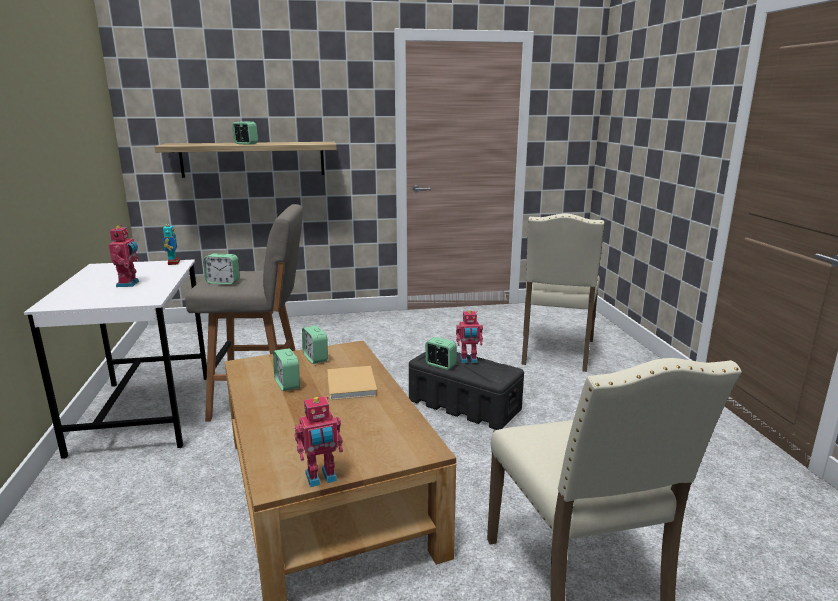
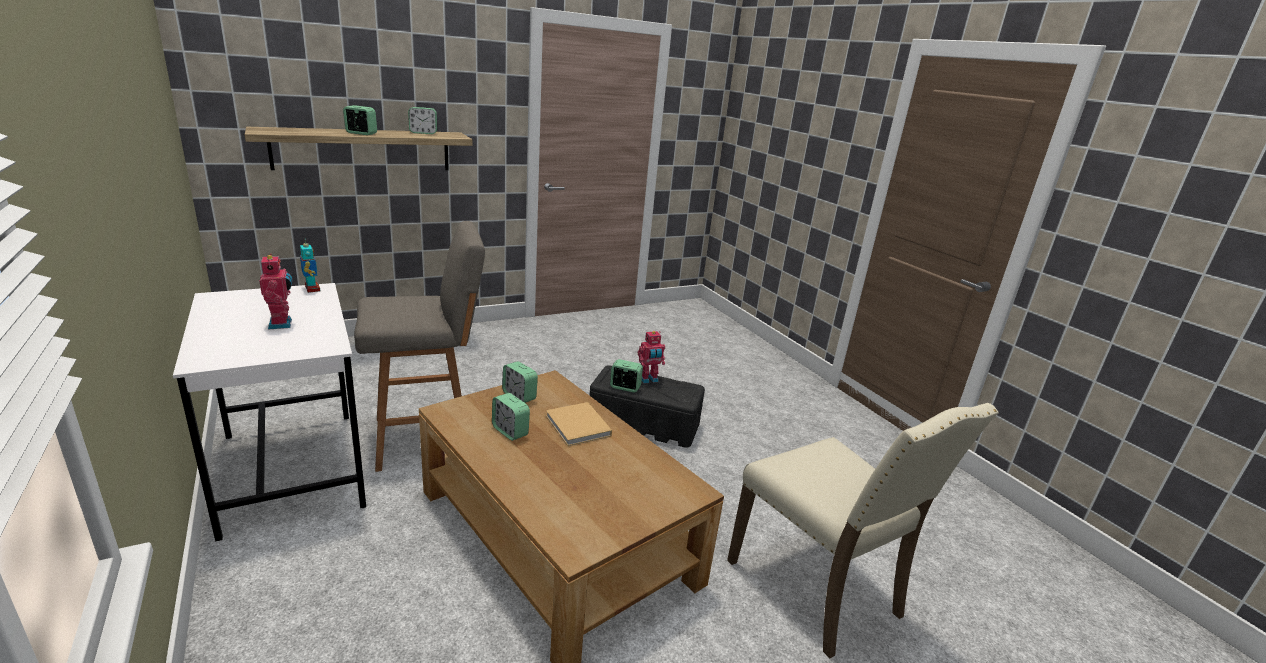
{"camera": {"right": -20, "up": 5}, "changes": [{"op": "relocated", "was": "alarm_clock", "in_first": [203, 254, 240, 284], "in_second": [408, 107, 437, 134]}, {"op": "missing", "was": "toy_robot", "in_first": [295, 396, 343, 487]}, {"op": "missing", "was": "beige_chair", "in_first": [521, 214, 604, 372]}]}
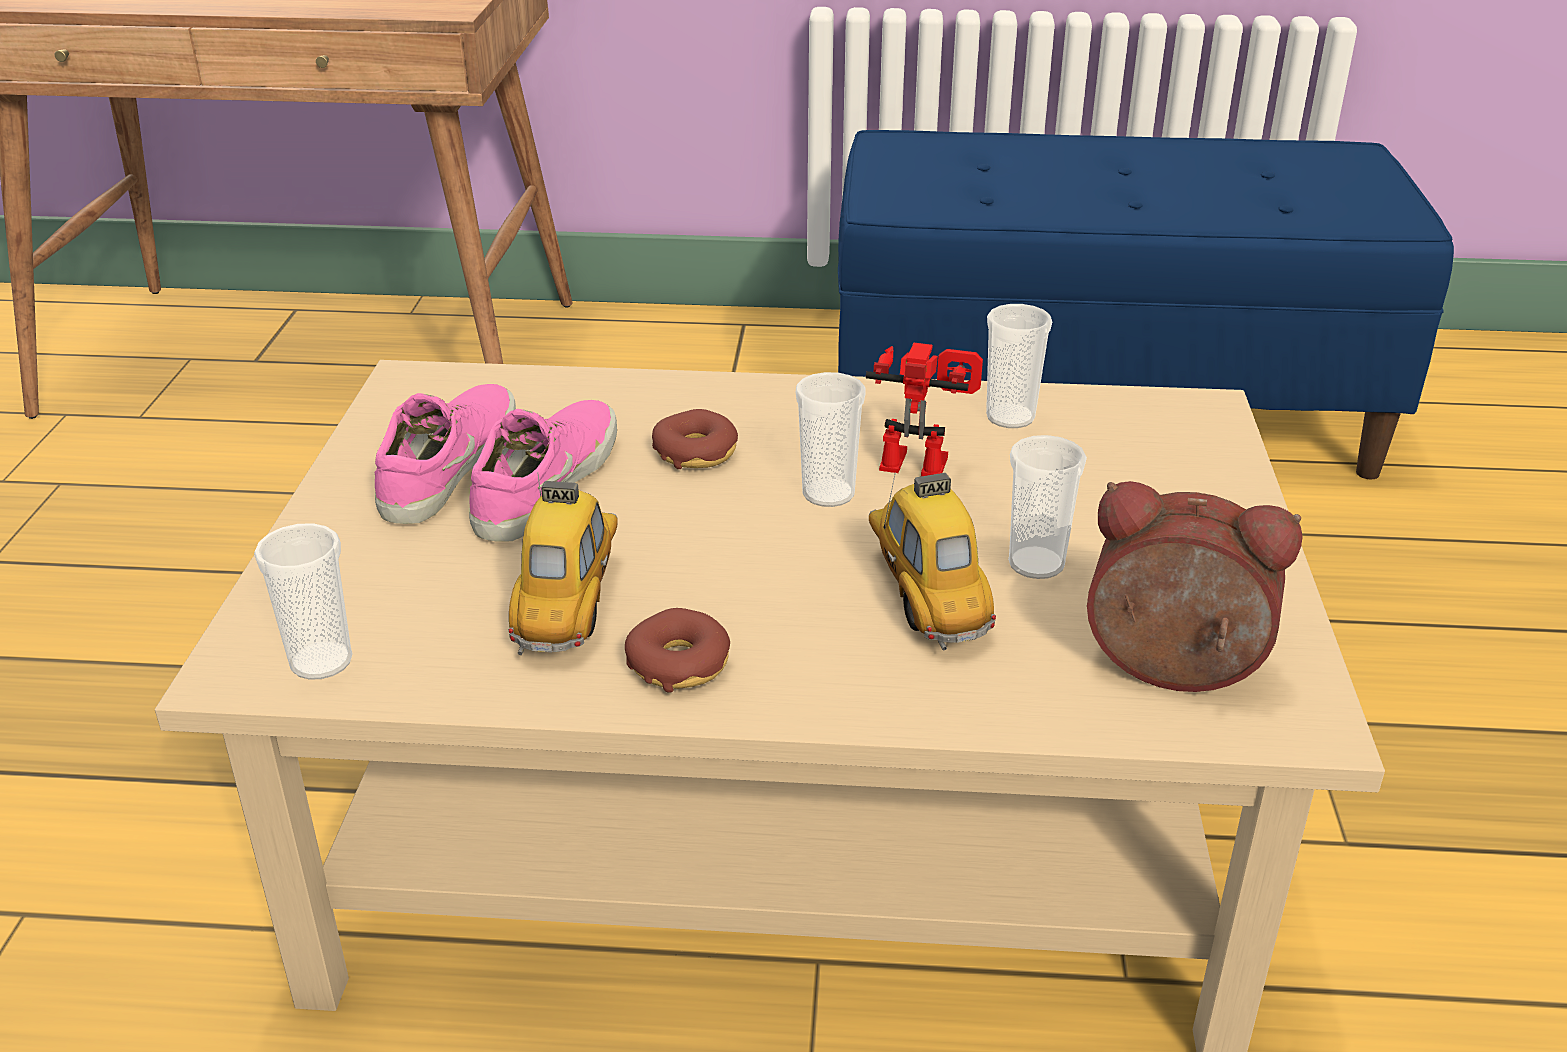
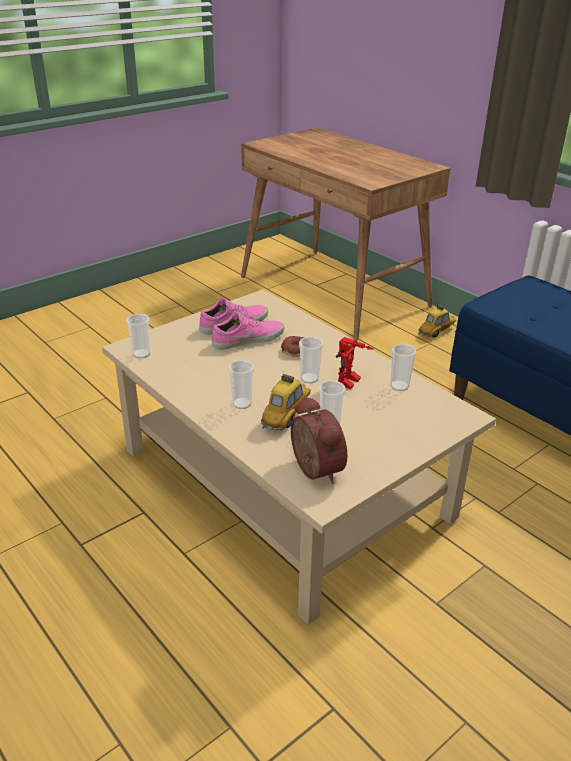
{"camera": {"right": 45, "up": 0}, "changes": [{"op": "appeared", "now": "cup", "in_second": [229, 360, 254, 409]}, {"op": "spun", "was": "toy_robot", "in_first": [866, 343, 983, 476], "in_second": [336, 337, 373, 389], "clockwise": 60}, {"op": "relocated", "was": "toy_car", "in_first": [509, 472, 618, 655], "in_second": [418, 305, 456, 338]}, {"op": "missing", "was": "donut", "in_first": [625, 608, 730, 693]}]}
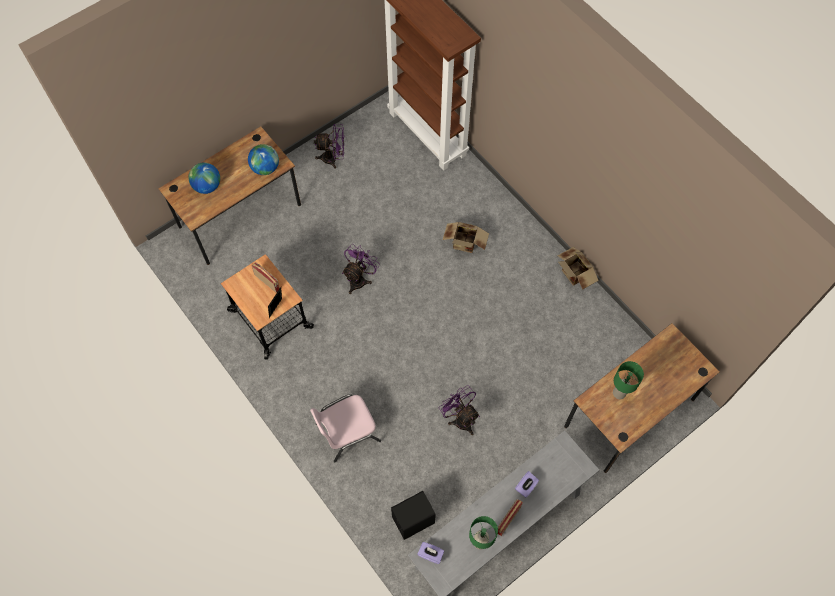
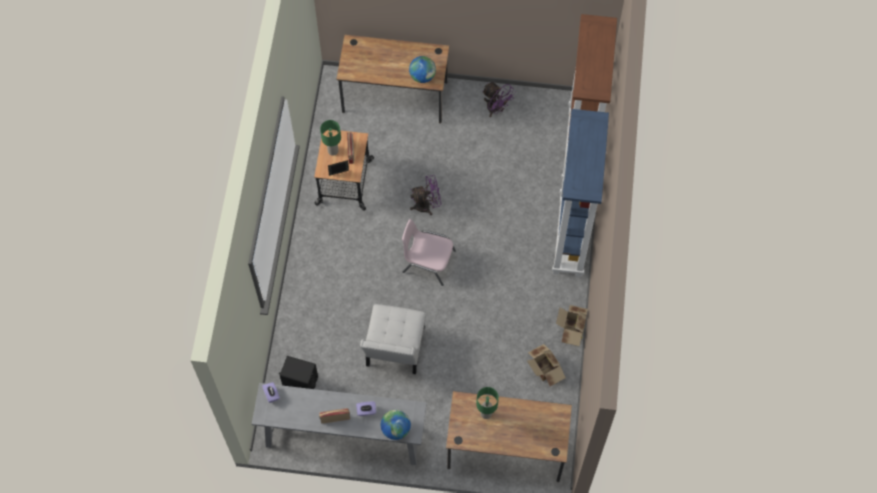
{"camera": {"right": 45, "up": 0}, "changes": [{"op": "relocated", "was": "green_table_lamp", "in_first": [469, 516, 498, 550], "in_second": [320, 120, 341, 156]}, {"op": "exchanged", "was": "purple_fan", "now": "white_chair", "in_first": [439, 385, 480, 435], "in_second": [360, 304, 426, 374]}, {"op": "relocated", "was": "globe", "in_first": [189, 163, 220, 194], "in_second": [381, 409, 411, 440]}, {"op": "relocated", "was": "pink_chair", "in_first": [310, 394, 381, 462], "in_second": [402, 219, 456, 286]}, {"op": "relocated", "was": "cardboard_box", "in_first": [443, 222, 489, 253], "in_second": [527, 344, 566, 386]}, {"op": "appeared", "now": "blue_bookcase", "in_second": [552, 109, 609, 277]}]}
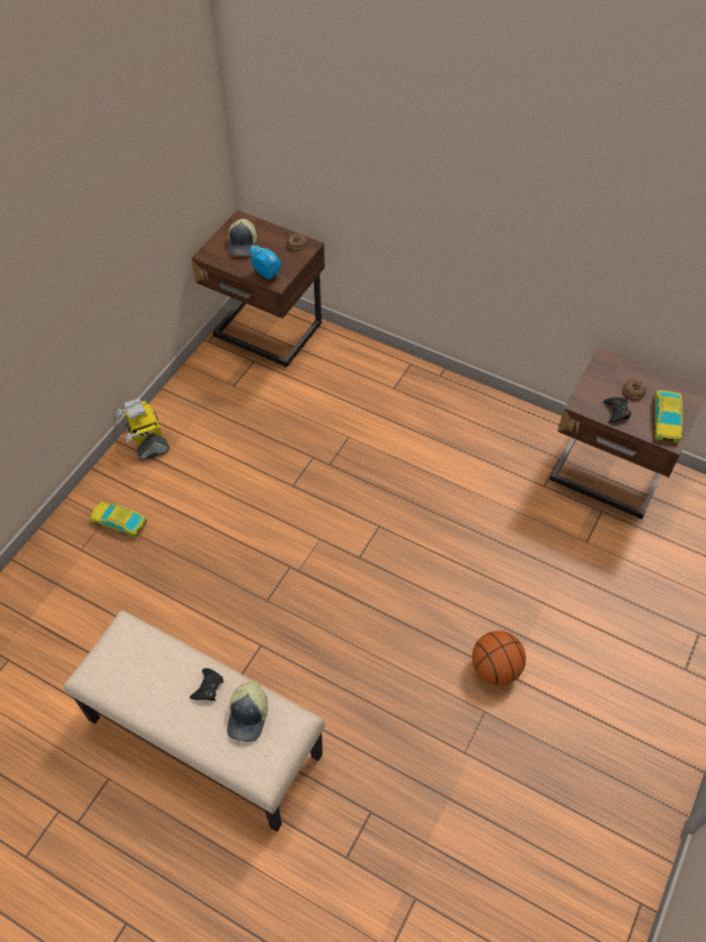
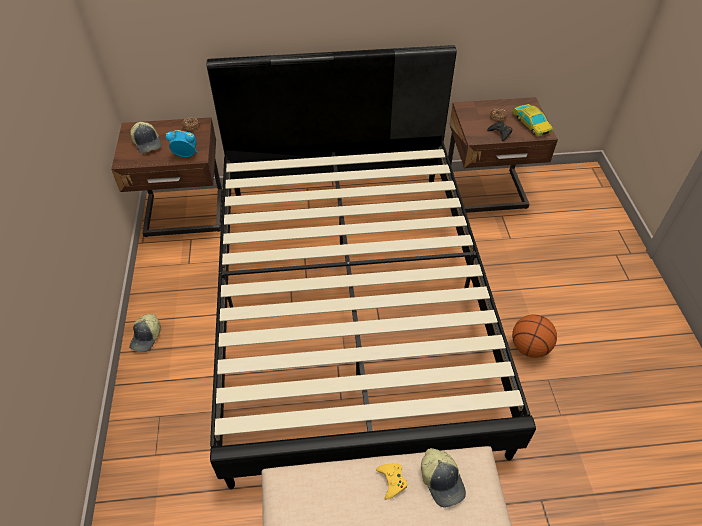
{"camera": {"right": -35, "up": -5}, "changes": [{"op": "exchanged", "was": "toy_robot", "now": "cap", "in_first": [116, 398, 169, 461], "in_second": [129, 314, 161, 352]}, {"op": "appeared", "now": "black_bed", "in_second": [206, 45, 536, 489]}, {"op": "colour", "was": "black_game_controller", "now": "yellow_game_controller", "in_first": [190, 668, 224, 701], "in_second": [376, 464, 407, 499]}, {"op": "missing", "was": "toy_car", "in_first": [90, 502, 147, 538]}]}
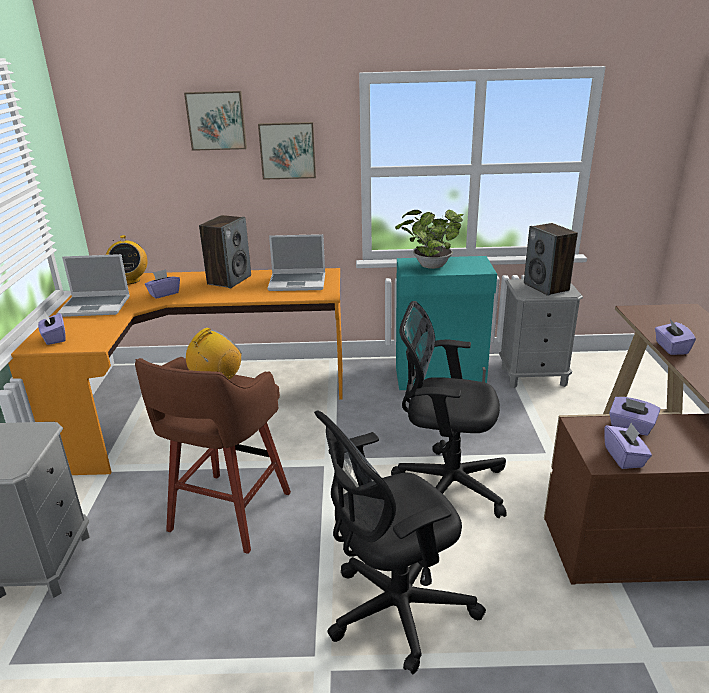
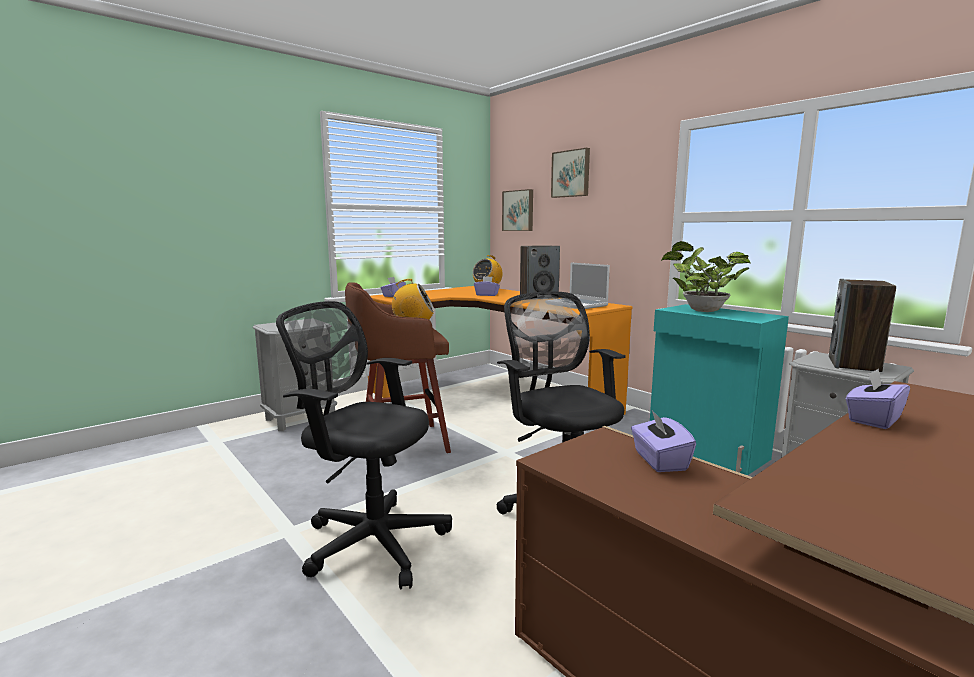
{"camera": {"right": 50, "up": -15}, "changes": [{"op": "relocated", "was": "picture", "in_first": [258, 122, 316, 180], "in_second": [502, 189, 533, 231]}, {"op": "missing", "was": "laptop", "in_first": [56, 254, 130, 317]}, {"op": "missing", "was": "purple_tissue_box", "in_first": [604, 422, 652, 469]}]}
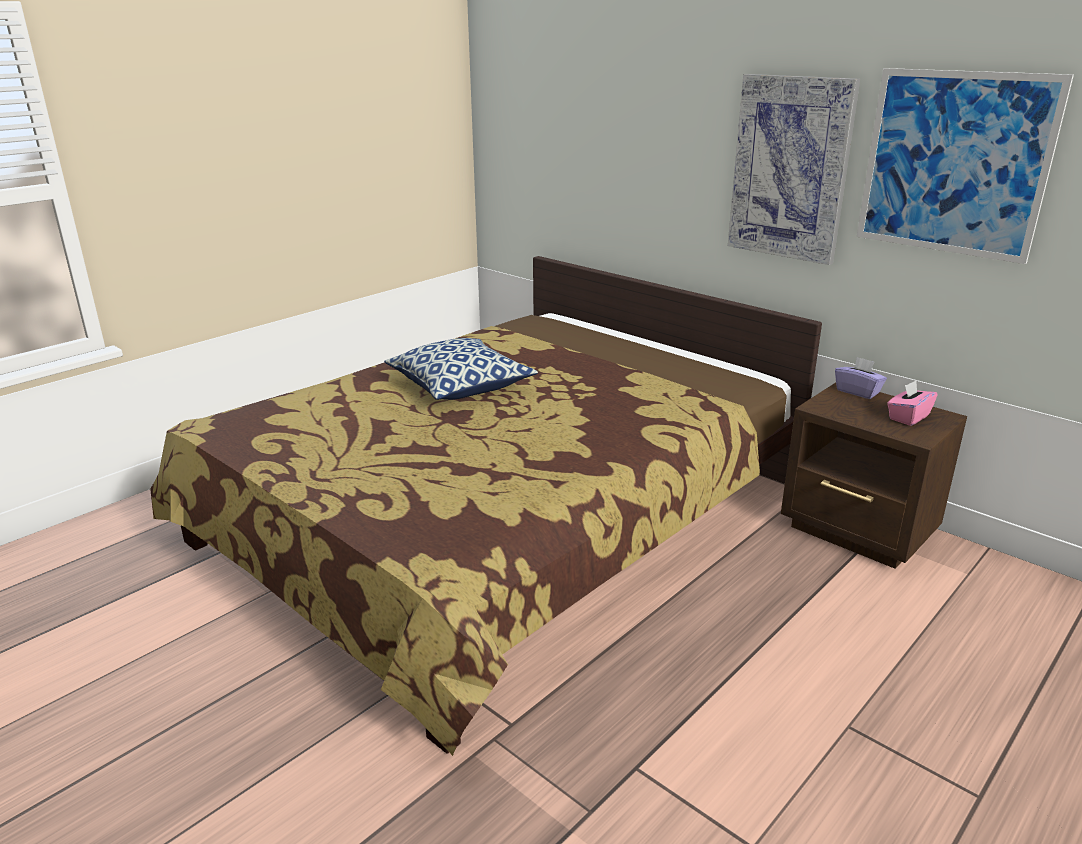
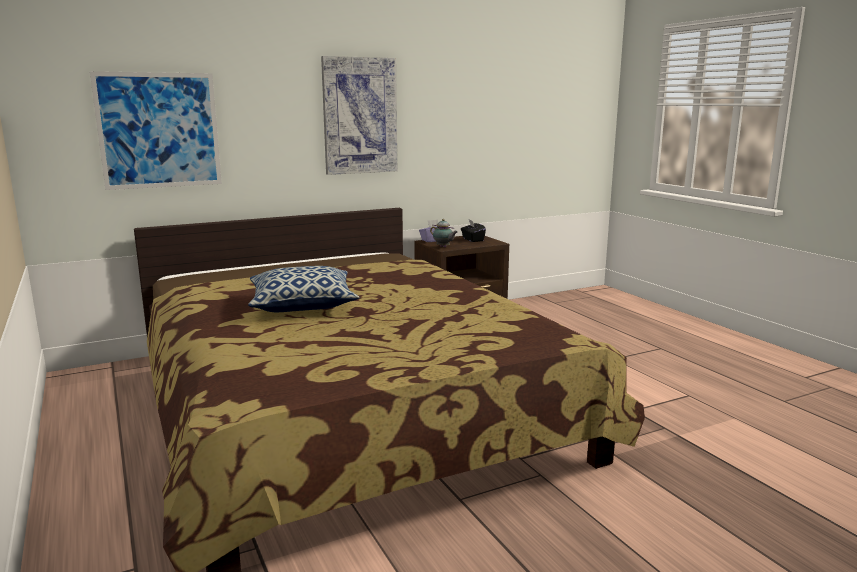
{"camera": {"right": -70, "up": -10}, "changes": [{"op": "relocated", "was": "picture", "in_first": [857, 68, 1074, 264], "in_second": [90, 71, 222, 190]}, {"op": "appeared", "now": "teapot", "in_second": [430, 219, 458, 248]}, {"op": "colour", "was": "pink_tissue_box", "now": "black_tissue_box", "in_first": [887, 380, 937, 426], "in_second": [461, 220, 486, 242]}]}
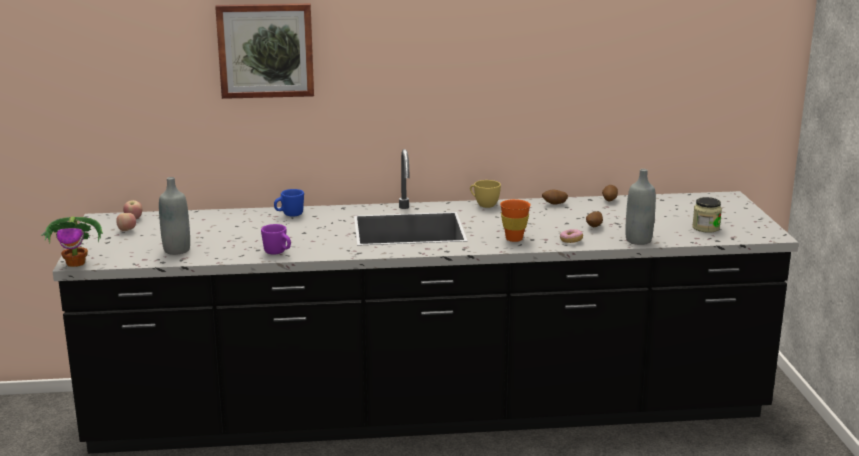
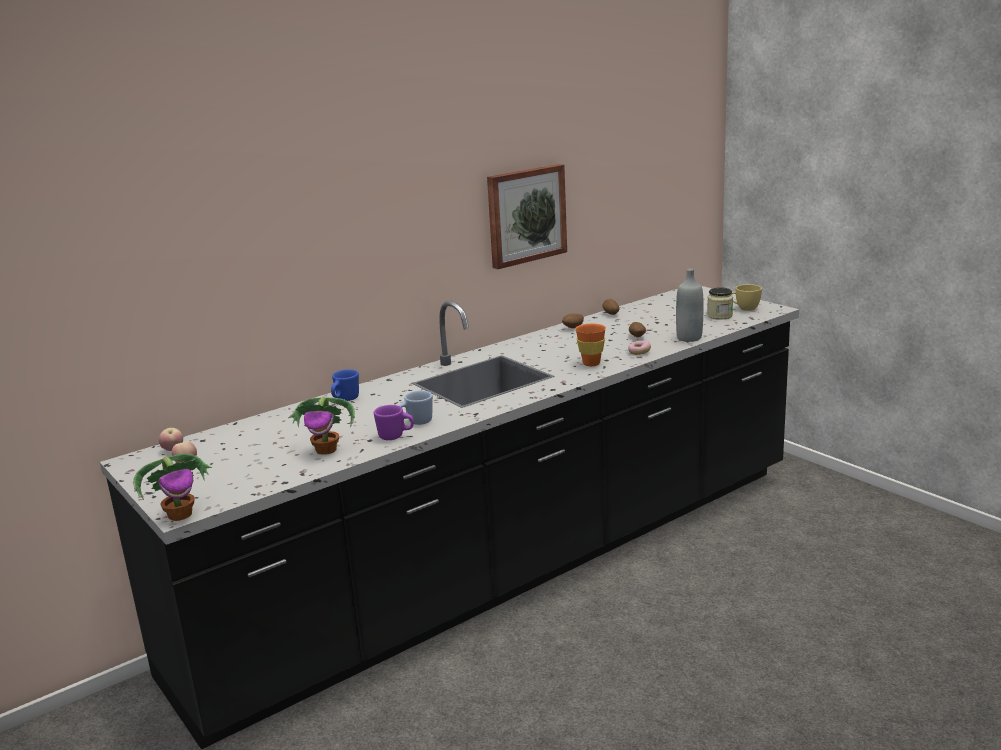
{"camera": {"right": -30, "up": 0}, "changes": [{"op": "appeared", "now": "potted_plant", "in_second": [288, 397, 355, 455]}, {"op": "appeared", "now": "blue_mug", "in_second": [398, 391, 433, 425]}, {"op": "relocated", "was": "picture", "in_first": [215, 3, 314, 99], "in_second": [487, 164, 567, 269]}, {"op": "relocated", "was": "yellow_cup", "in_first": [470, 180, 501, 208], "in_second": [731, 284, 762, 311]}, {"op": "missing", "was": "grey_bottle", "in_first": [159, 177, 190, 255]}]}
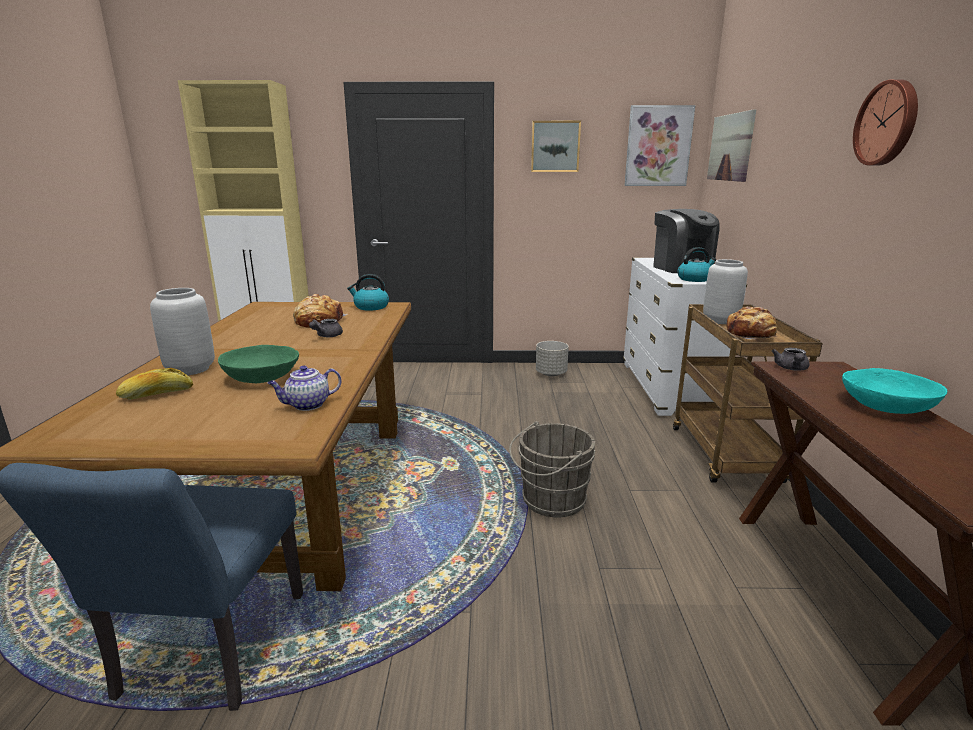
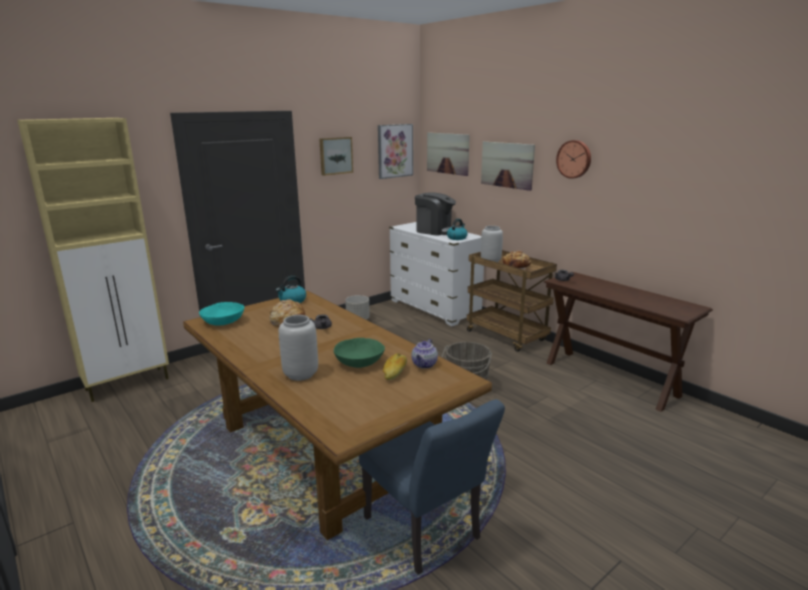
{"camera": {"right": -40, "up": 0}, "changes": [{"op": "relocated", "was": "turquoise_bowl", "in_first": [842, 368, 947, 414], "in_second": [199, 302, 244, 326]}, {"op": "relocated", "was": "bread", "in_first": [116, 368, 193, 400], "in_second": [383, 353, 407, 380]}, {"op": "appeared", "now": "picture", "in_second": [481, 141, 535, 191]}]}
